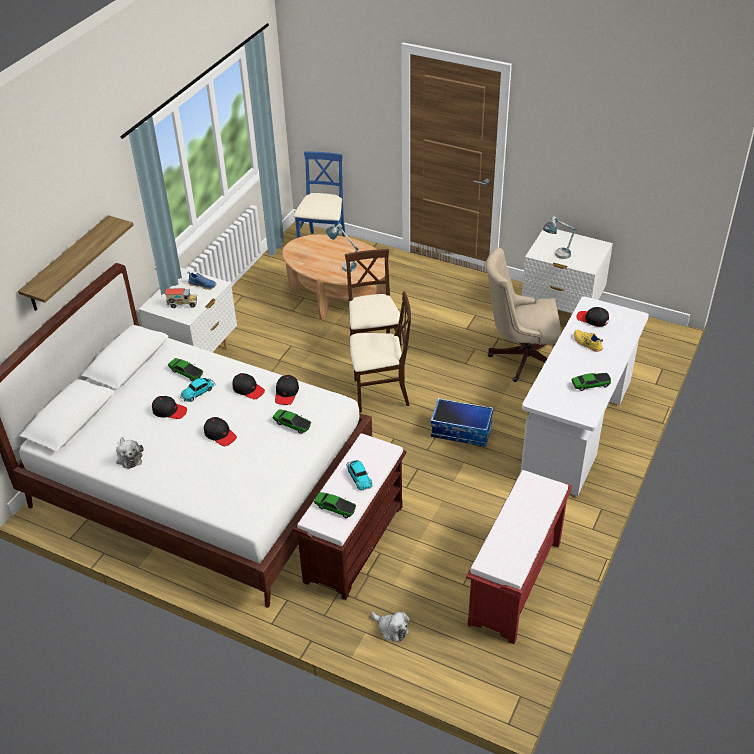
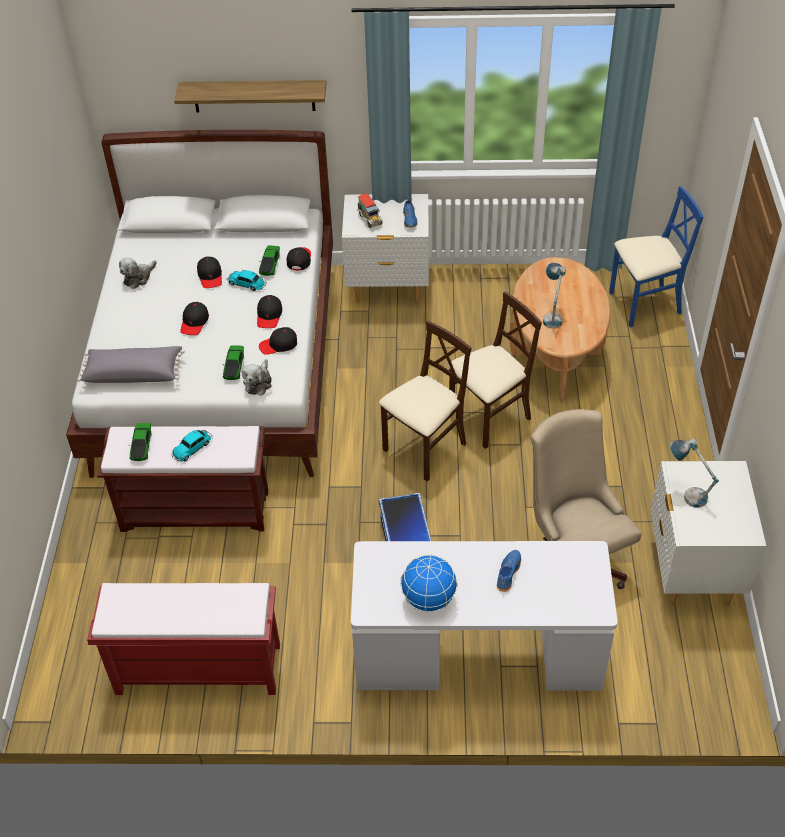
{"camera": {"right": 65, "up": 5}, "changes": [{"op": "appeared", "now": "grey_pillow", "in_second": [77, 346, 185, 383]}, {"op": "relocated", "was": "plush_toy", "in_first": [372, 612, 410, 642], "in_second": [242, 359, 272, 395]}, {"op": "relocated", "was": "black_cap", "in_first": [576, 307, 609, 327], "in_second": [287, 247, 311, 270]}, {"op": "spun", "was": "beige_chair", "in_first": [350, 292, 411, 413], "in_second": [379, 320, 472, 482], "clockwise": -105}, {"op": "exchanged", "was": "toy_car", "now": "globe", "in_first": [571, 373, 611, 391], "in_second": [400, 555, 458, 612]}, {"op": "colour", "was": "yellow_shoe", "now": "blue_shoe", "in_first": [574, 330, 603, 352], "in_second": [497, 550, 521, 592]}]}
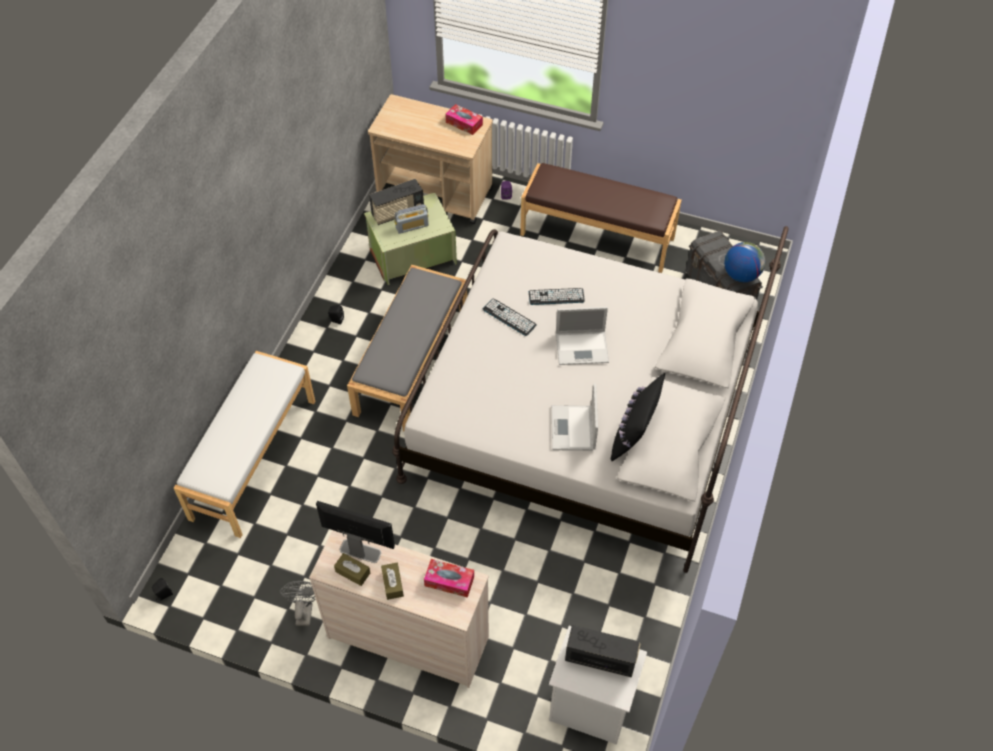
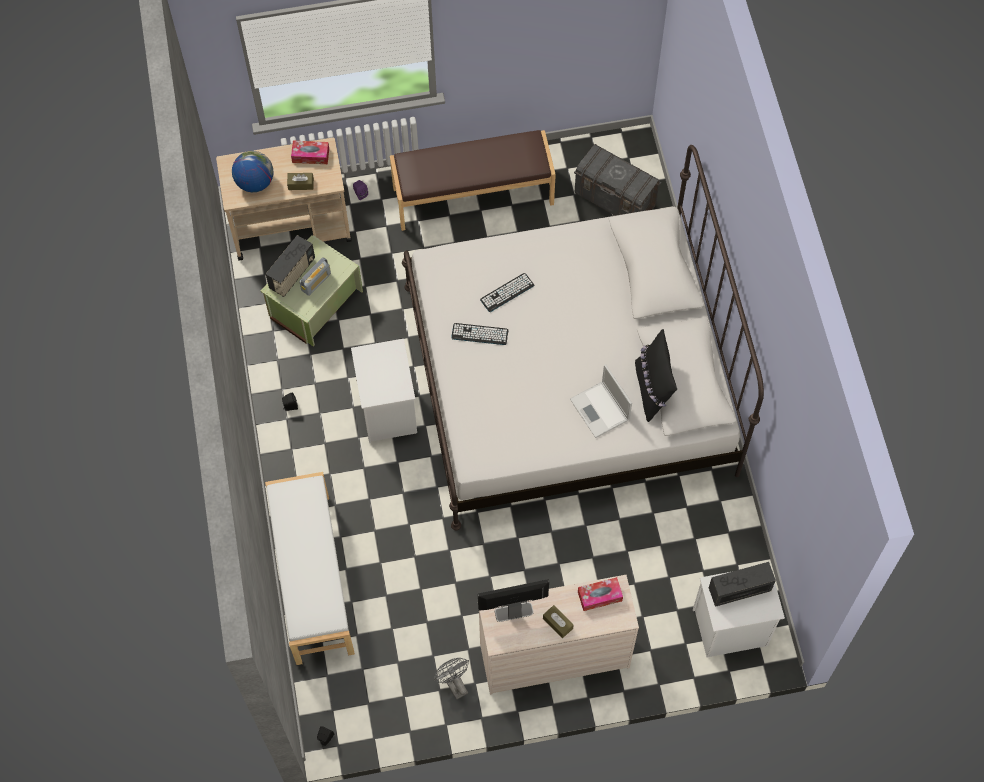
{"camera": {"right": -30, "up": 10}, "changes": [{"op": "relocated", "was": "globe", "in_first": [724, 242, 765, 282], "in_second": [232, 151, 273, 192]}, {"op": "relocated", "was": "brown_tissue_box", "in_first": [334, 553, 370, 586], "in_second": [287, 173, 314, 190]}, {"op": "exchanged", "was": "grey_bench", "now": "white_nightstand", "in_first": [347, 264, 467, 431], "in_second": [351, 339, 417, 443]}, {"op": "missing", "was": "laptop", "in_first": [556, 307, 609, 365]}]}
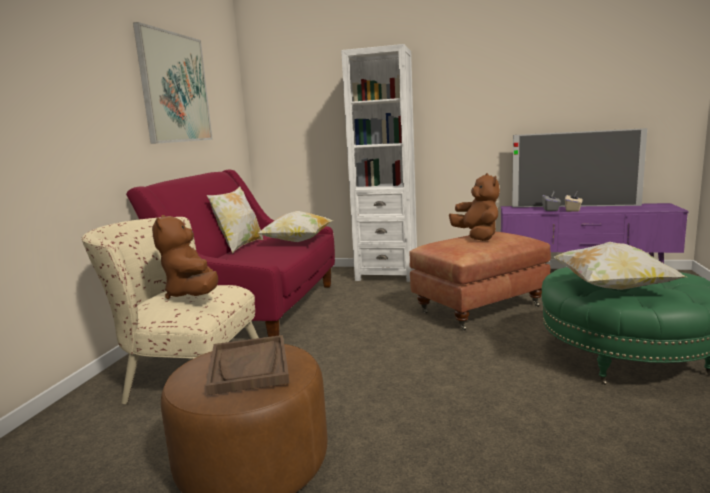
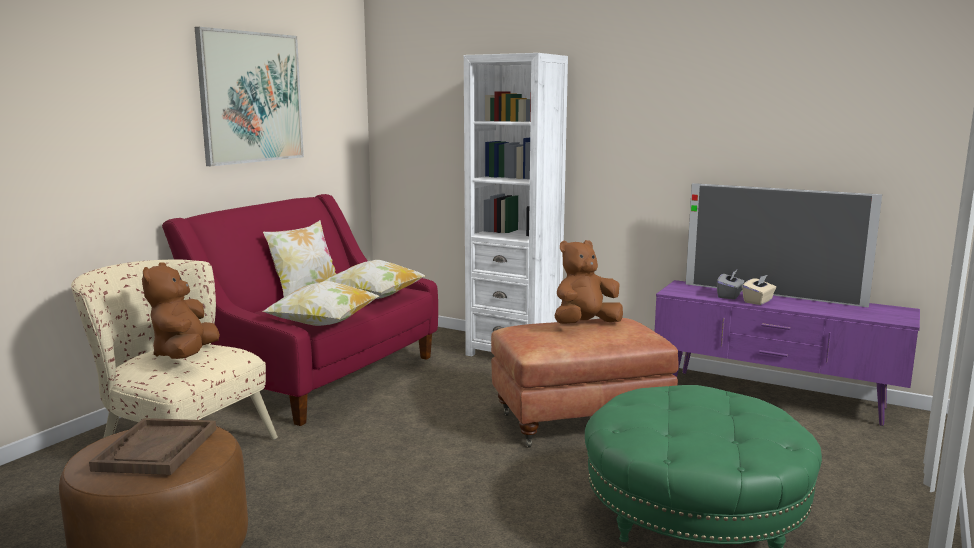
{"camera": {"right": 15, "up": 0}, "changes": [{"op": "relocated", "was": "pillow", "in_first": [553, 242, 686, 290], "in_second": [262, 281, 380, 326]}, {"op": "spun", "was": "brown_plush_toy", "in_first": [449, 173, 500, 241], "in_second": [555, 240, 623, 324], "clockwise": -120}]}
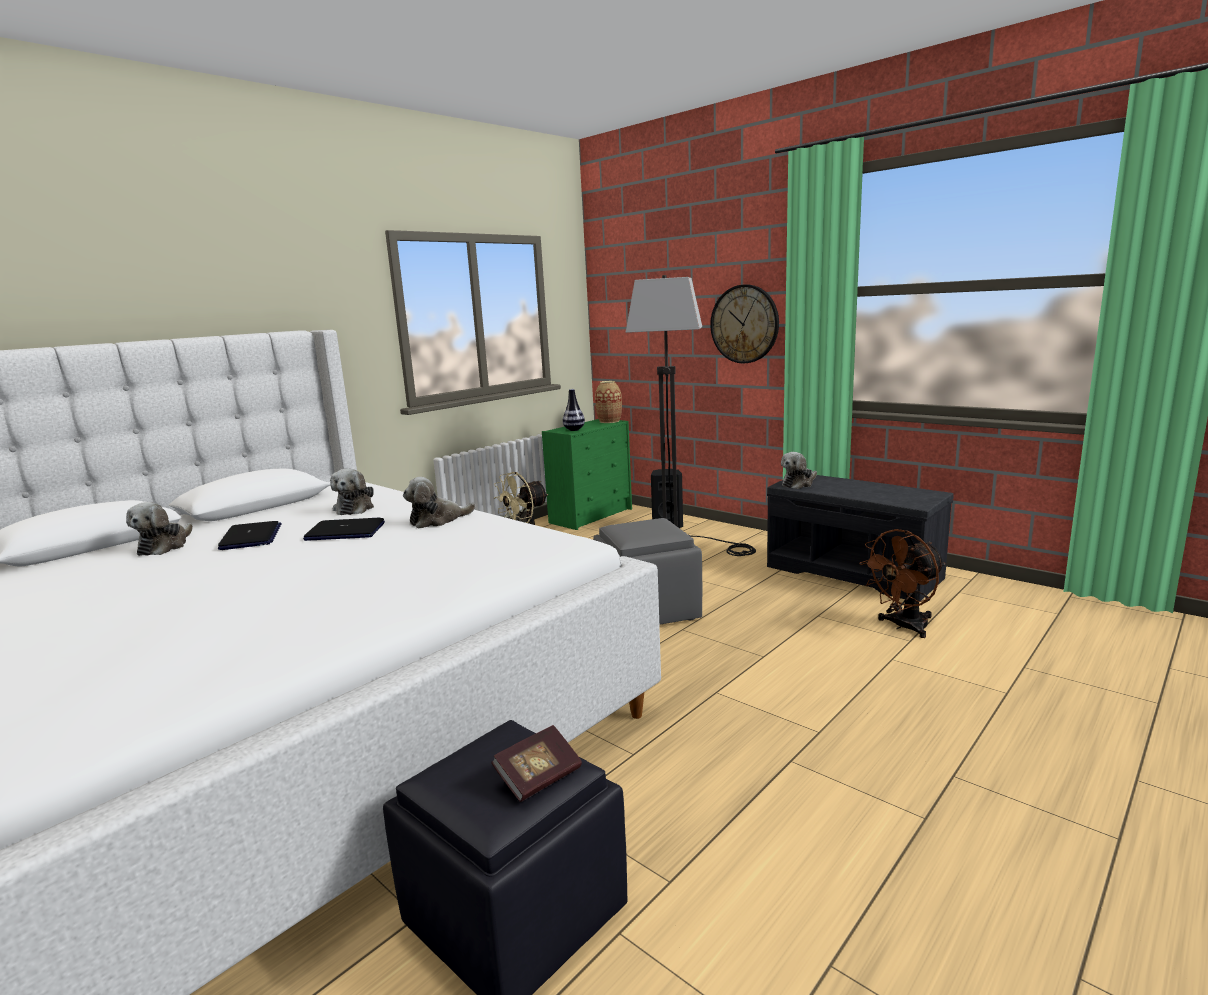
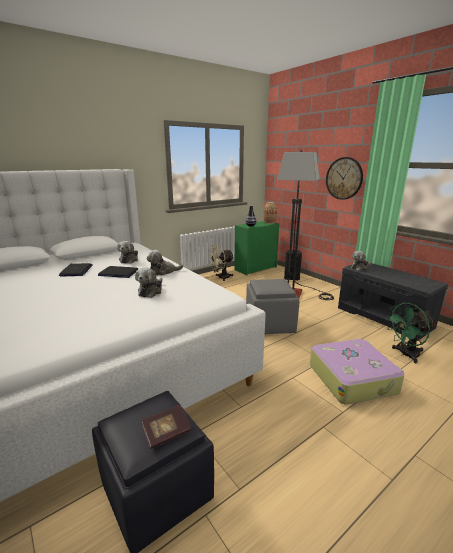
{"camera": {"right": 10, "up": 5}, "changes": [{"op": "relocated", "was": "plush_toy", "in_first": [126, 502, 193, 556], "in_second": [135, 267, 162, 298]}, {"op": "appeared", "now": "suitcase", "in_second": [310, 339, 404, 404]}, {"op": "colour", "was": "brown_fan", "now": "green_fan", "in_first": [859, 529, 946, 638], "in_second": [385, 303, 436, 363]}]}
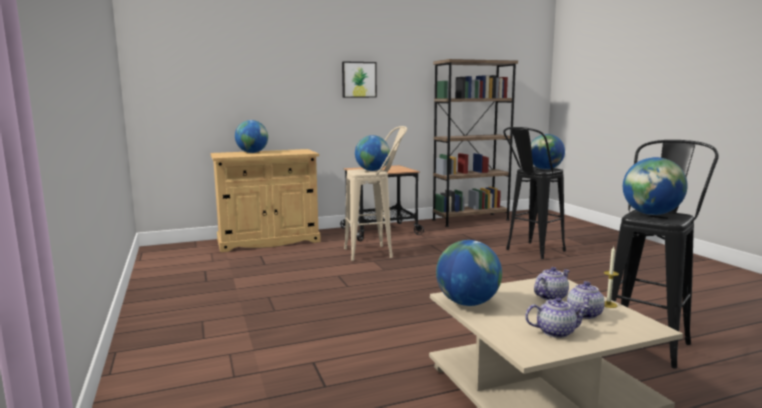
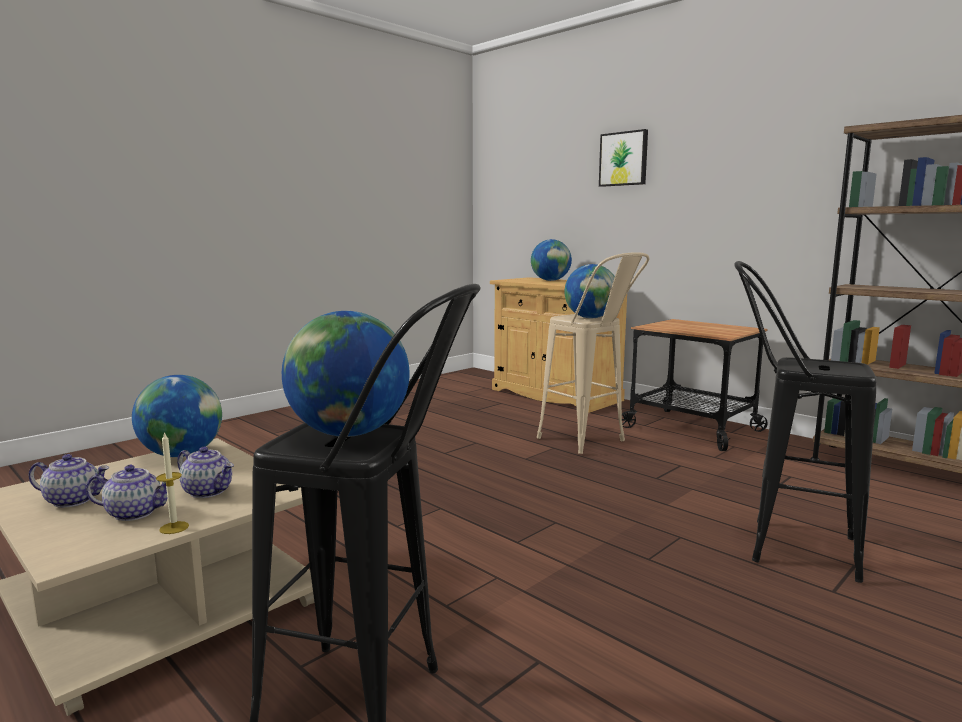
{"camera": {"right": 65, "up": 0}, "changes": [{"op": "spun", "was": "teapot", "in_first": [525, 297, 589, 338], "in_second": [29, 454, 109, 508], "clockwise": -60}, {"op": "relocated", "was": "picture", "in_first": [342, 61, 377, 98], "in_second": [599, 129, 648, 187]}, {"op": "missing", "was": "globe", "in_first": [531, 134, 565, 170]}]}
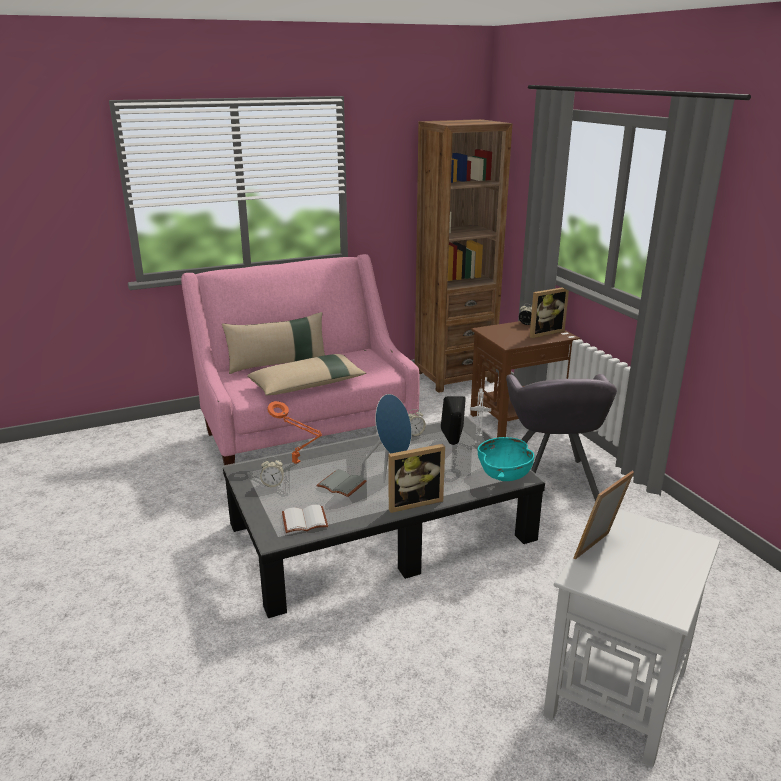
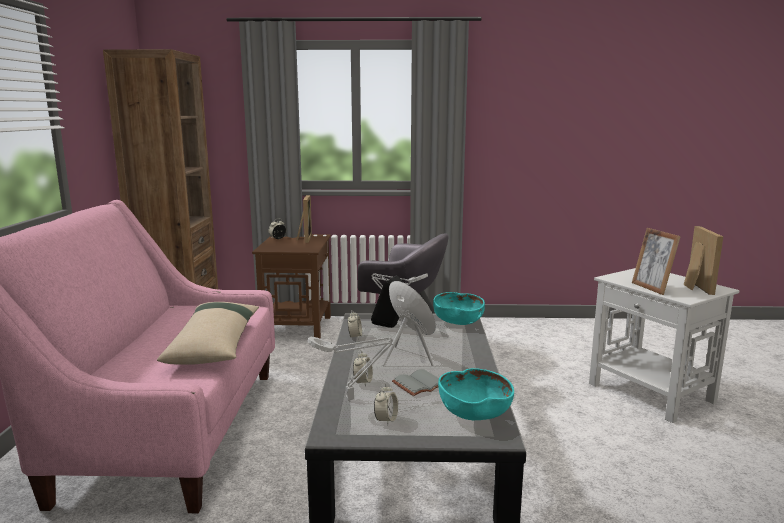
{"camera": {"right": -65, "up": -10}, "changes": [{"op": "colour", "was": "orange_table_lamp", "now": "grey_table_lamp", "in_first": [267, 401, 322, 464], "in_second": [308, 337, 393, 400]}, {"op": "appeared", "now": "alarm_clock", "in_second": [353, 350, 373, 387]}, {"op": "exchanged", "was": "white_book", "now": "turquoise_bowl", "in_first": [282, 505, 328, 533], "in_second": [438, 368, 514, 420]}, {"op": "relocated", "was": "picture_frame", "in_first": [389, 444, 445, 513], "in_second": [684, 226, 723, 295]}, {"op": "missing", "was": "beige_pillow", "in_first": [222, 312, 325, 374]}]}
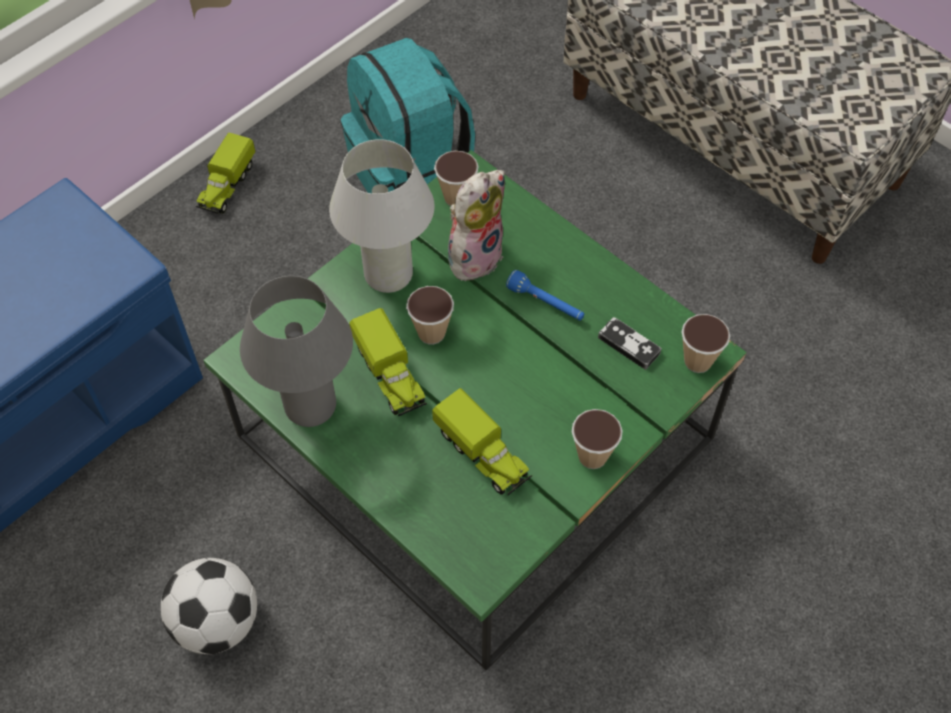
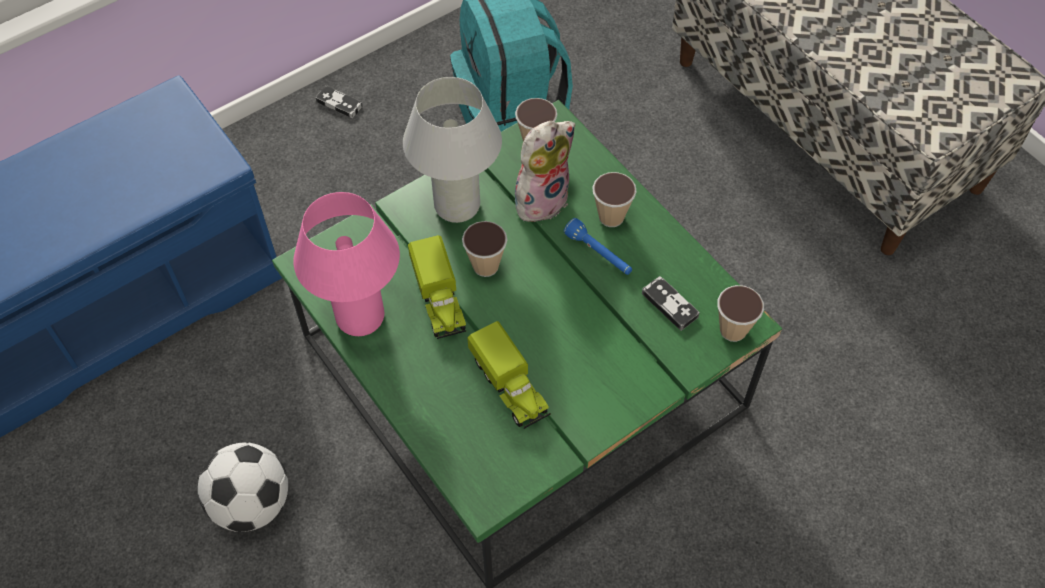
{"camera": {"right": 10, "up": 0}, "changes": [{"op": "colour", "was": "grey_table_lamp", "now": "pink_table_lamp", "in_first": [240, 276, 353, 427], "in_second": [293, 192, 400, 336]}, {"op": "exchanged", "was": "toy_truck", "now": "game_controller", "in_first": [196, 133, 255, 214], "in_second": [316, 85, 363, 118]}, {"op": "relocated", "was": "cup", "in_first": [572, 409, 623, 469], "in_second": [592, 172, 637, 227]}]}
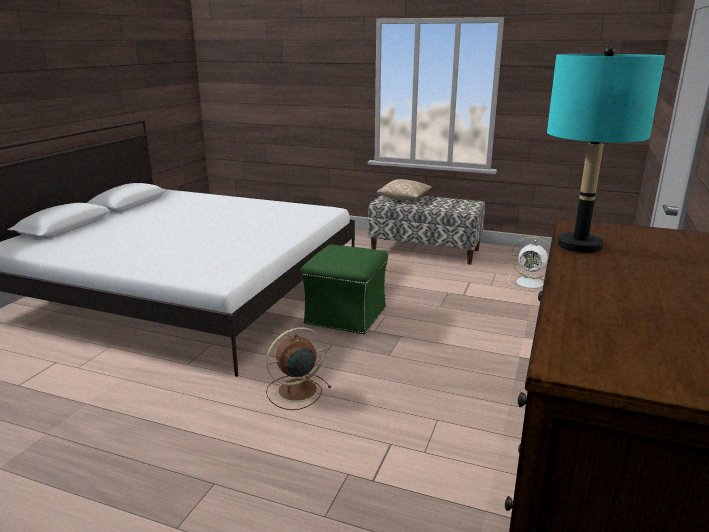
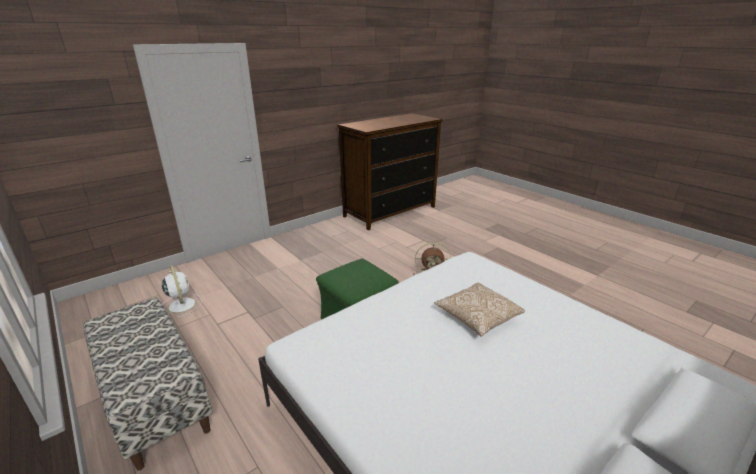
{"camera": {"right": -150, "up": 5}, "changes": [{"op": "relocated", "was": "pillow", "in_first": [377, 179, 432, 200], "in_second": [434, 282, 525, 337]}, {"op": "missing", "was": "turquoise_table_lamp", "in_first": [547, 46, 665, 253]}]}
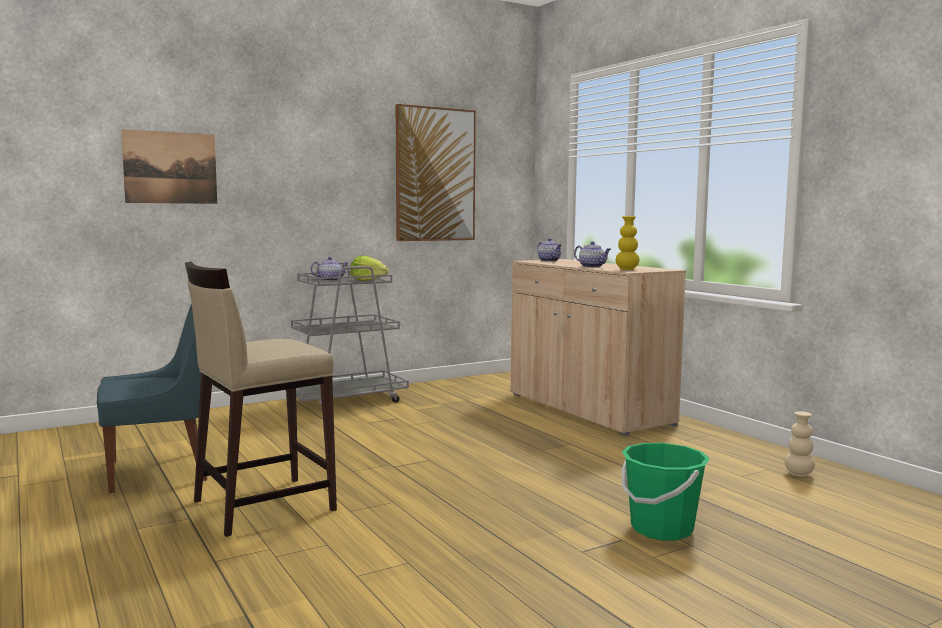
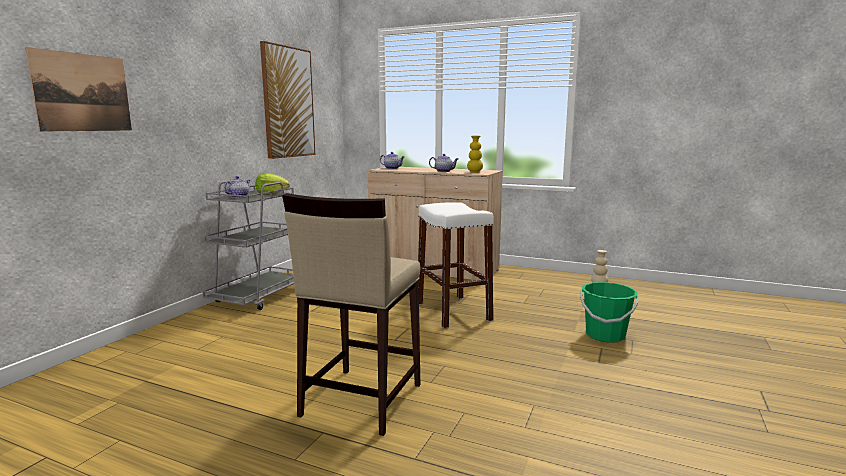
{"camera": {"right": -35, "up": 5}, "changes": [{"op": "appeared", "now": "white_stool", "in_second": [418, 202, 494, 328]}, {"op": "missing", "was": "blue_chair", "in_first": [97, 304, 207, 494]}]}
